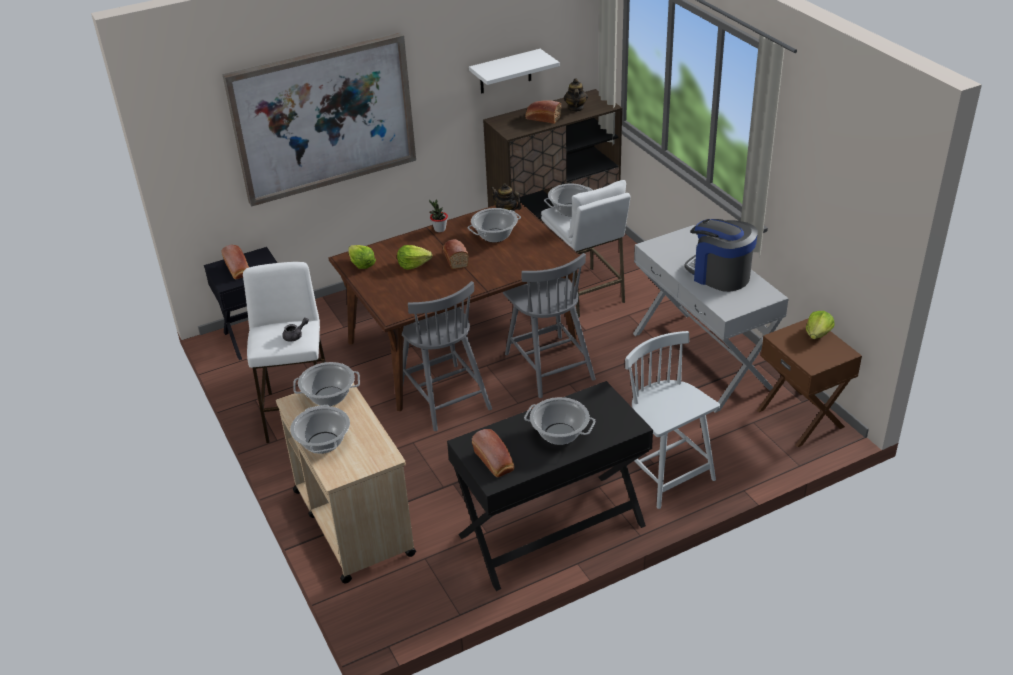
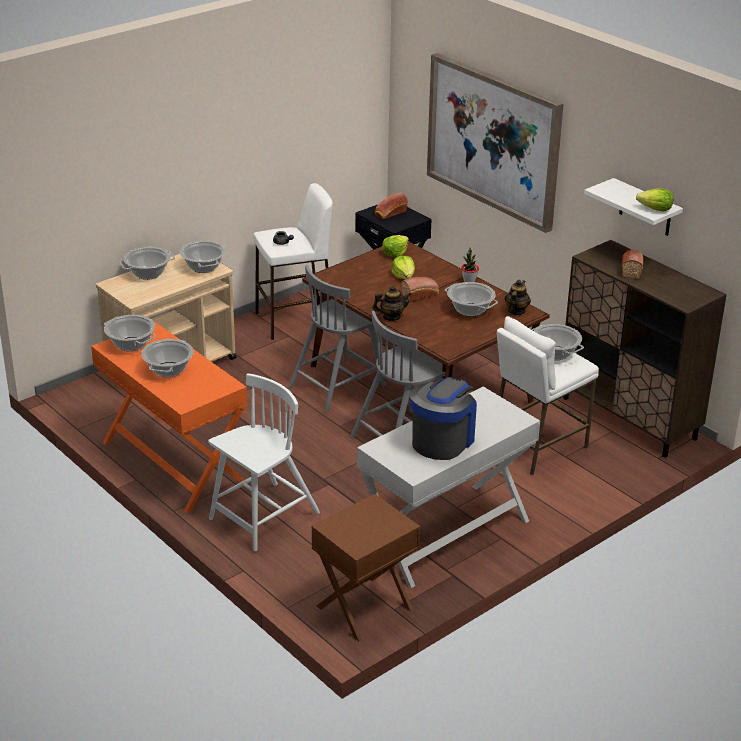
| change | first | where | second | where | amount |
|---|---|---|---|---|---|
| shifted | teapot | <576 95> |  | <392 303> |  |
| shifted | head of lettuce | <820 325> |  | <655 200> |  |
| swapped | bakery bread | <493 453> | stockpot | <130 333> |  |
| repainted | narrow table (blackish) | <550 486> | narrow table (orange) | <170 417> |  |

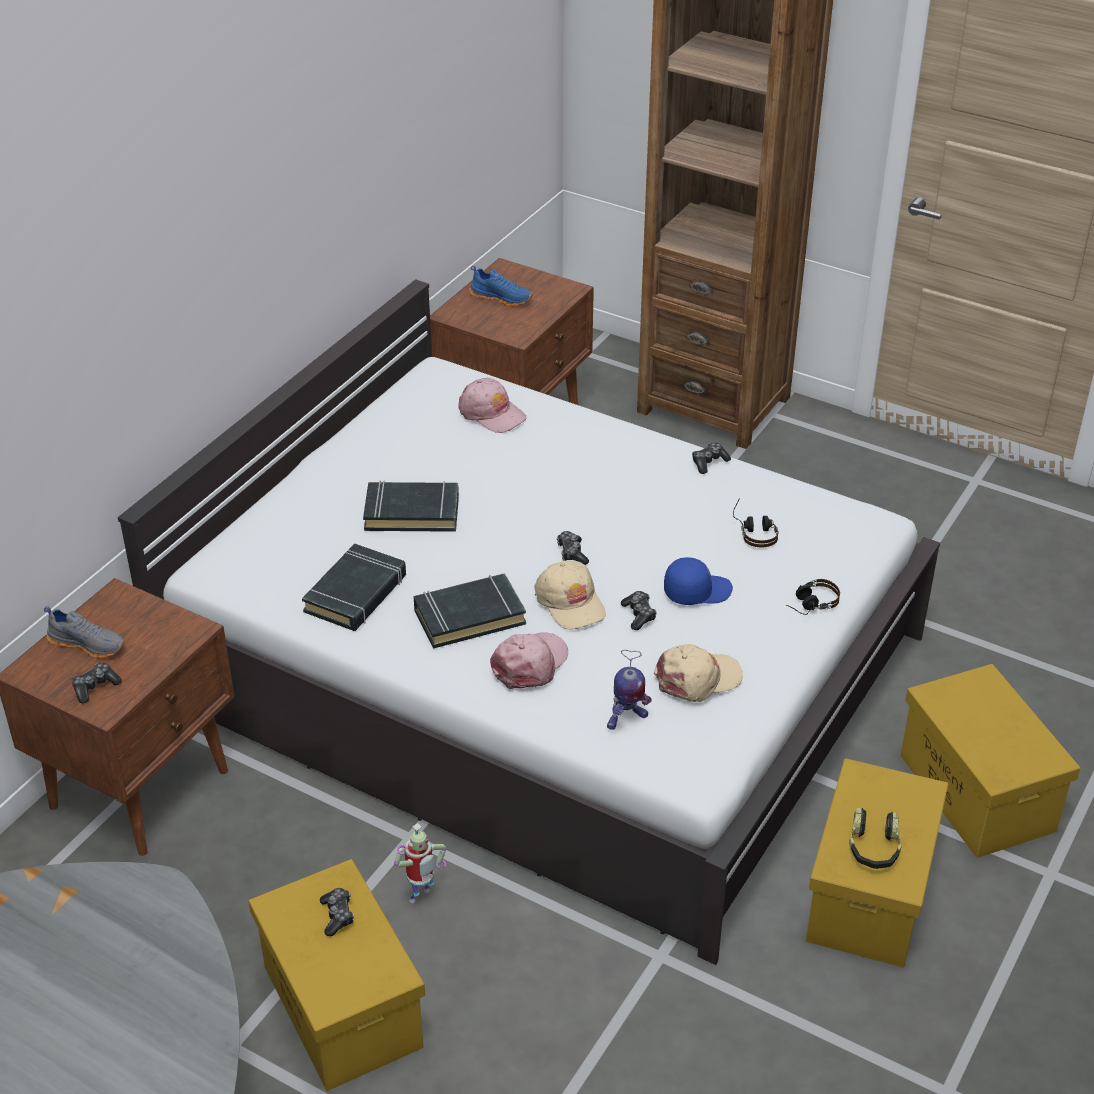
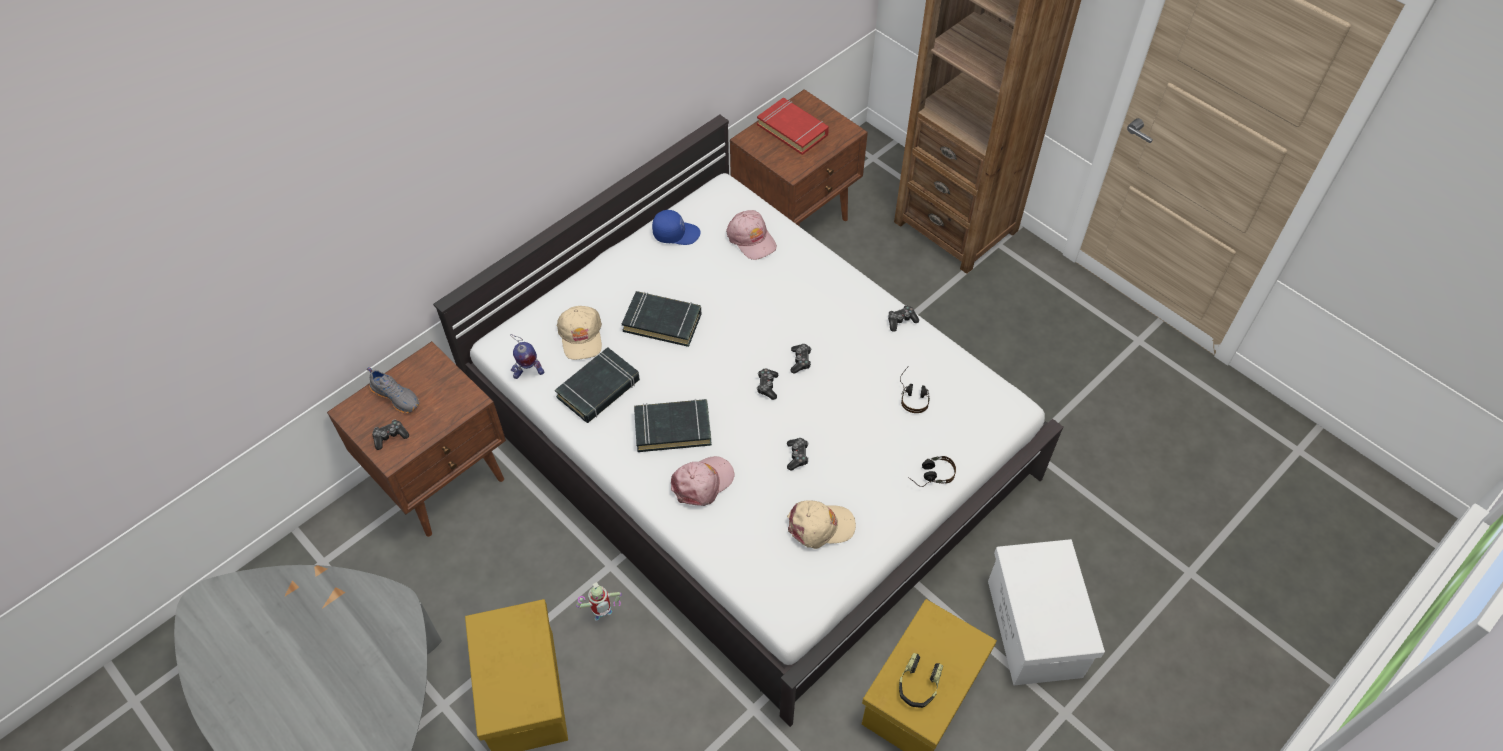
| change | first | where | second | where | amount |
|---|---|---|---|---|---|
| shifted | joypad | <337 912> |  | <800 359> |  |
| shifted | cap (beige-coloured) | <570 595> |  | <579 333> |  |
| shifted | toy robot | <629 690> |  | <527 356> |  |
| shifted | cap (blue) | <698 581> |  | <676 227> |  |
| swapped | shoe (blue) | <501 286> | bound book (red) | <793 126> |  |
| repainted | storage bin (yellow) | <990 761> | storage bin (white) | <1046 612> |  |

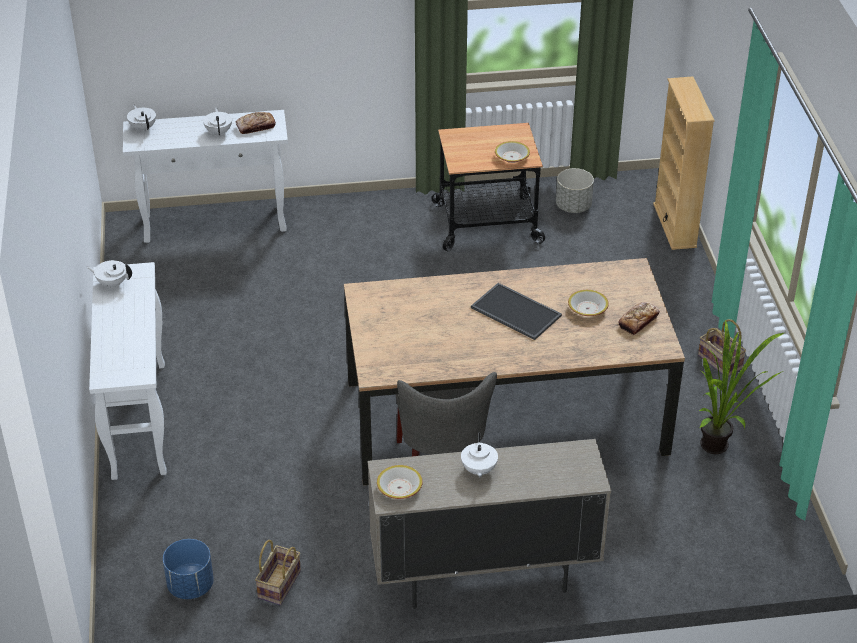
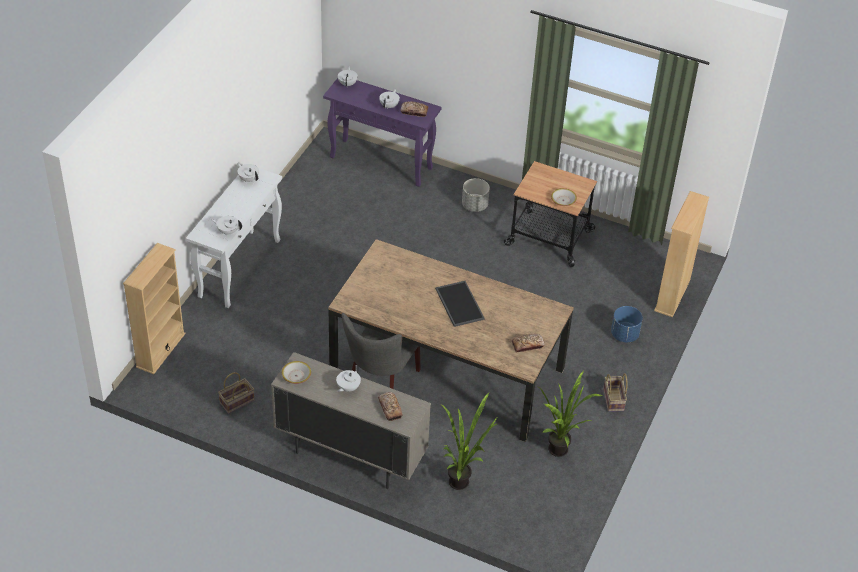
| change | first | where | second | where | amount |
|---|---|---|---|---|---|
| gone | serving bowl | <588 303> |  |  |  |
| new |  |  | bookcase (beige-coloured) | <154 308> |  |
| new |  |  | teapot (white) | <226 225> |  |
| new |  |  | bakery bread | <390 406> |  |
| new |  |  | houseplant | <470 441> |  |
| shifted | plant pot (blue) | <188 569> |  | <627 324> |  |
| shifted | plant pot (grey) | <575 190> |  | <476 195> |  |
| repainted | narrow table (white) | <205 176> | narrow table (purplish) | <382 132> |  |

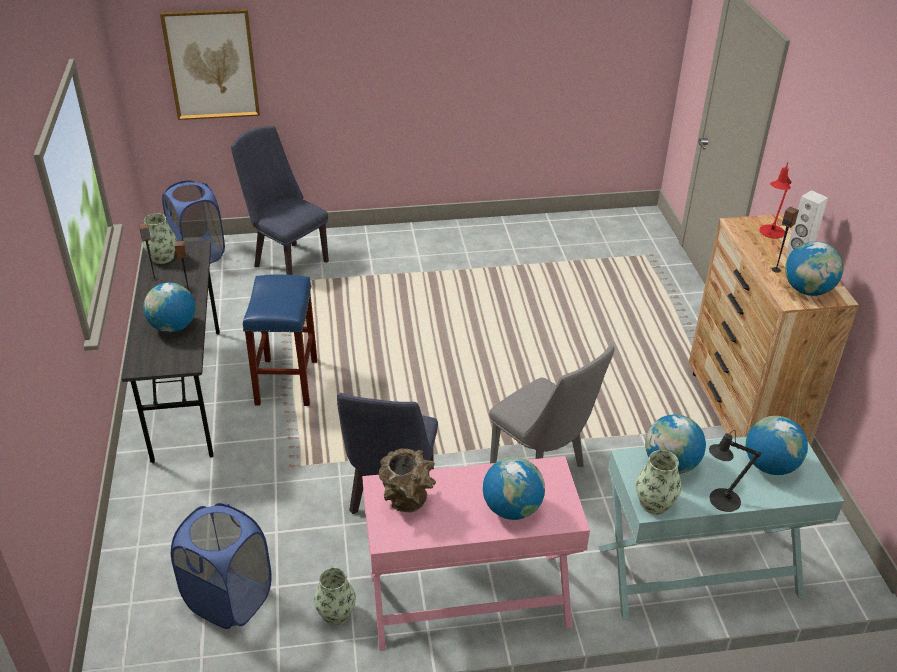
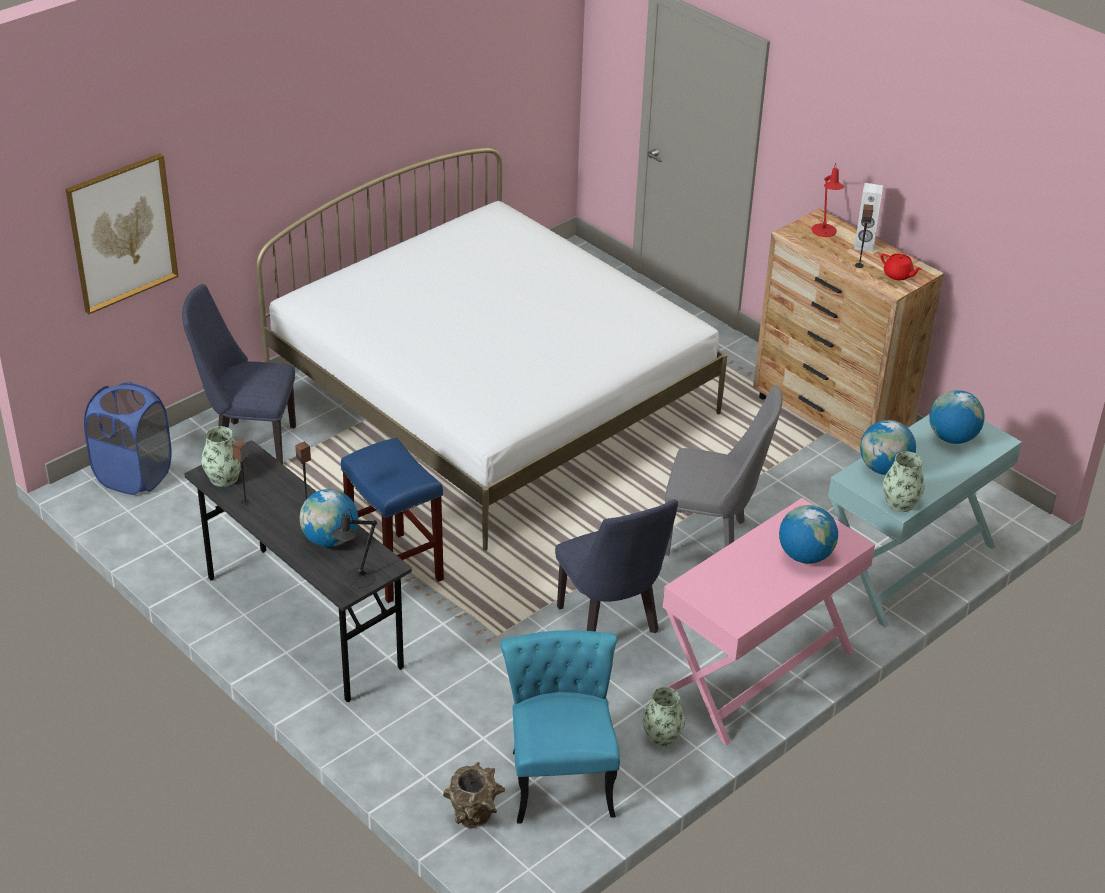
| change | first | where | second | where | amount |
|---|---|---|---|---|---|
| new |  |  | bedroom bed (white) | <492 349> |  |
| shifted | flower vase (brown-coloured) | <407 480> |  | <474 795> |  |
| shifted | table lamp (blackish) | <735 471> |  | <354 549> |  |
| swapped | hamper (blue) | <221 566> | chair (turquoise-coloured) | <560 726> |  |
| swapped | globe | <814 268> | teapot (red) | <901 267> |  |

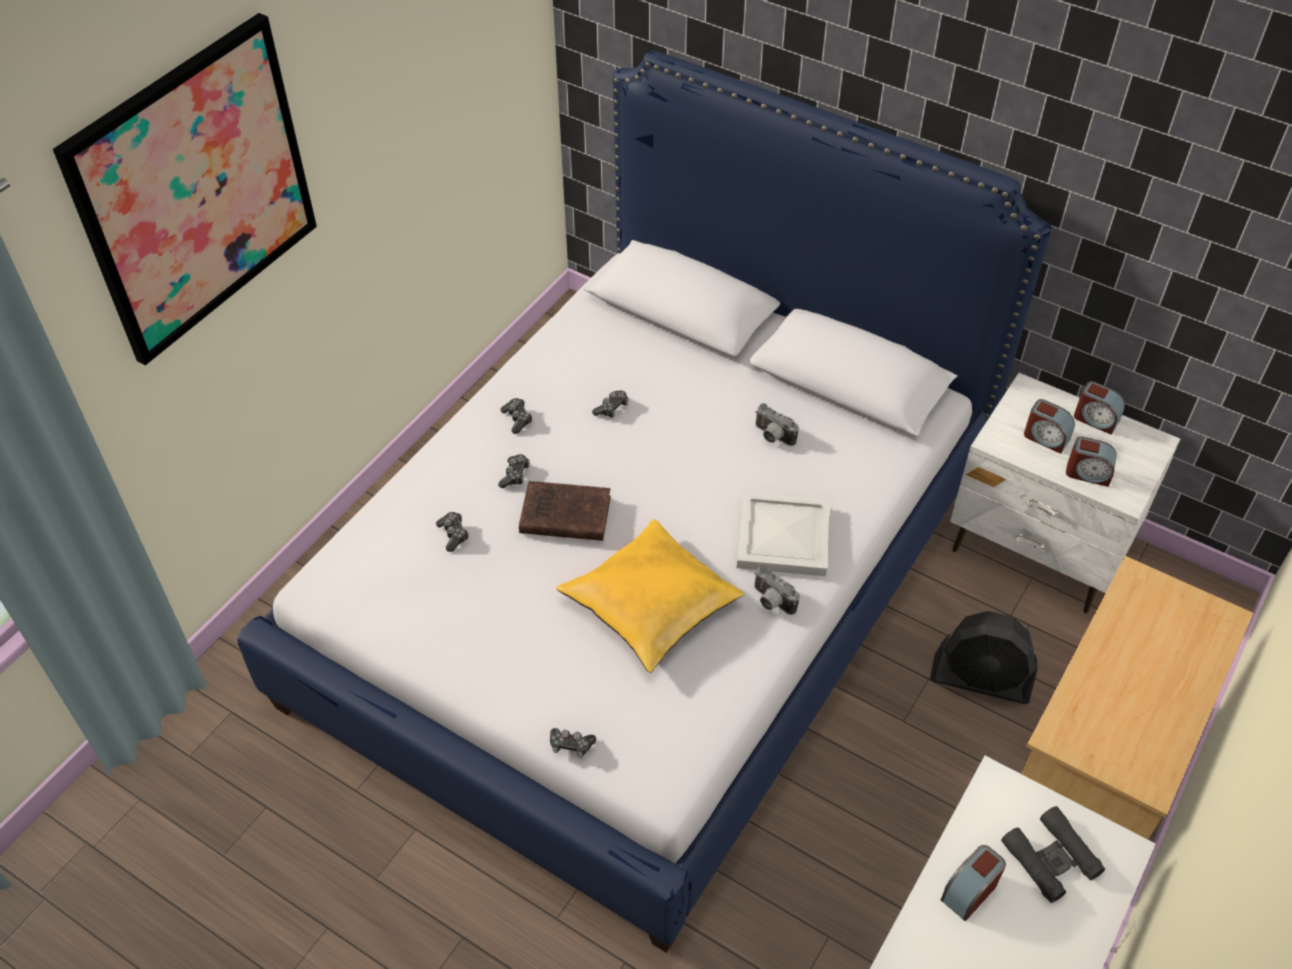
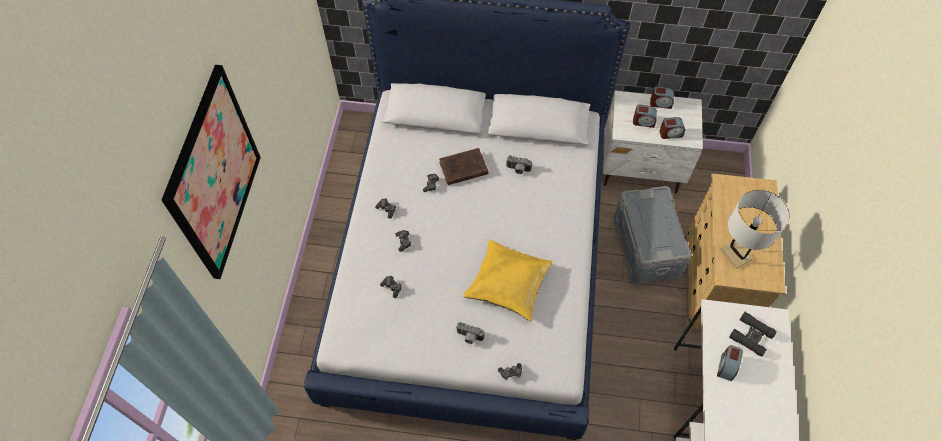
| change | first | where | second | where | amount |
|---|---|---|---|---|---|
| gone | carrying tray (white) | <783 534> |  |  |  |
| new |  |  | table lamp (white) | <755 229> |  |
| shifted | bound book (brown-coloured) | <565 511> |  | <463 166> |  |
| shifted | photo camera | <777 590> |  | <470 333> |  |
| swapped | electric fan (blackish) | <984 657> | storage bin (grey) | <653 235> |  |

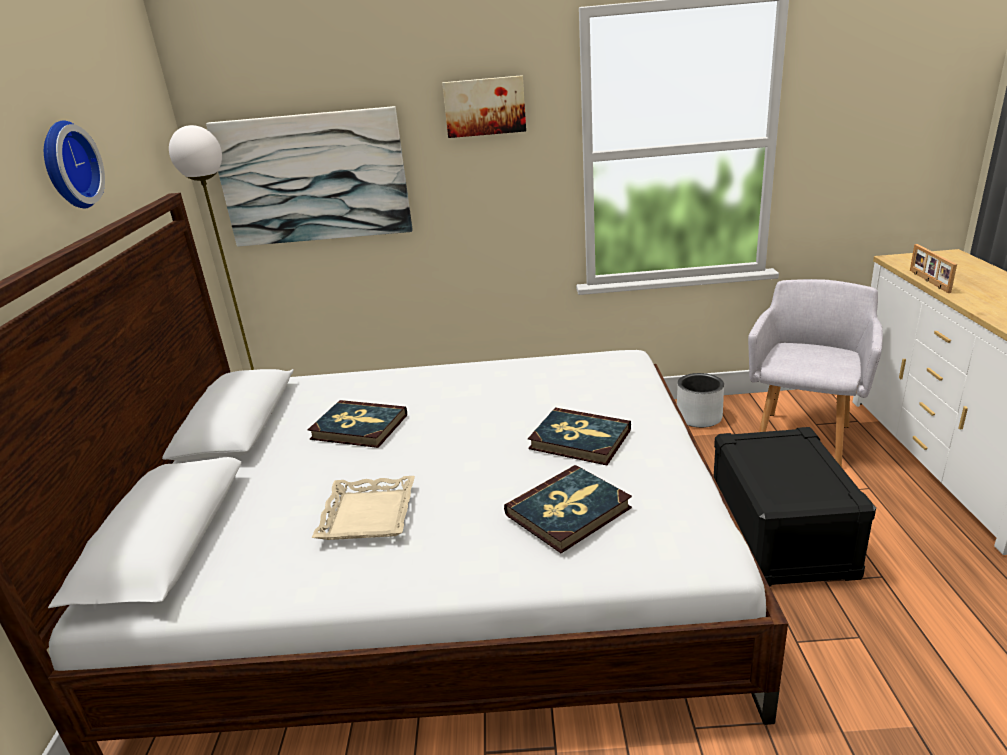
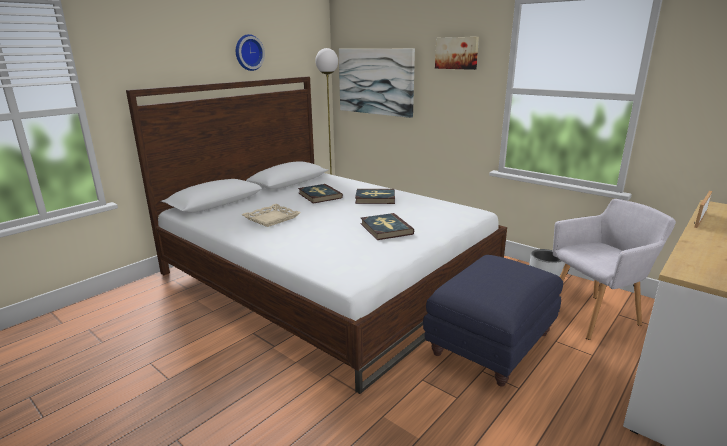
| change | first | where | second | where | amount |
|---|---|---|---|---|---|
| shifted | bound book | <568 509> |  | <375 196> |  |
| swapped | storage bin (blackish) | <795 507> | ottoman (blue) | <493 321> |  |

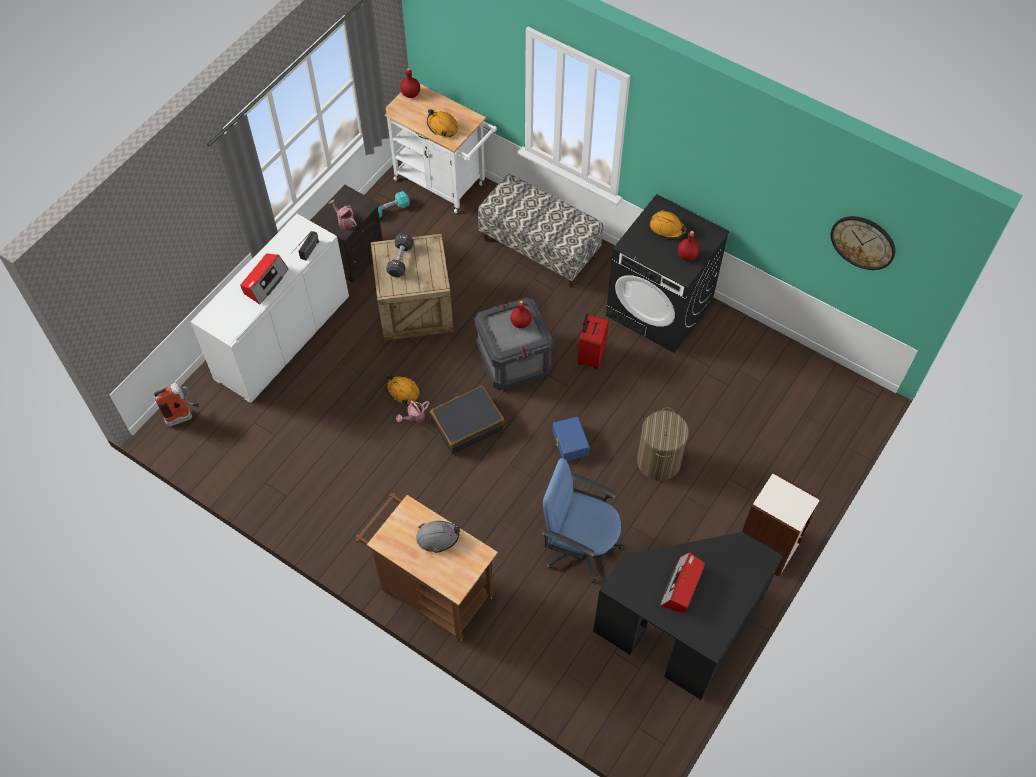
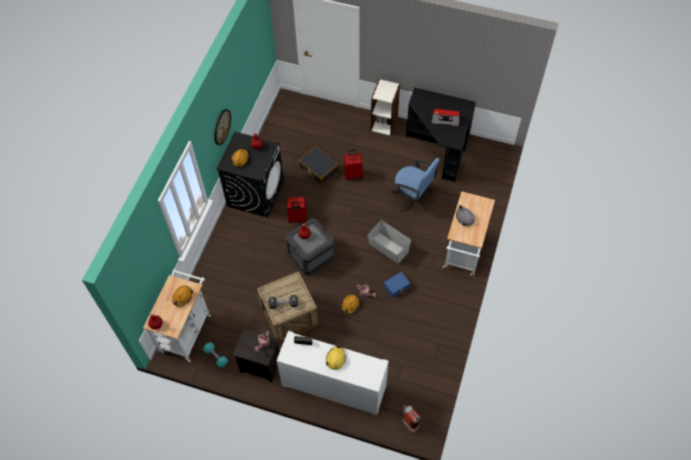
| change | first | where | second | where | amount |
|---|---|---|---|---|---|
| gone | indoor bench | <540 231> |  |  |  |
| new |  |  | storage bin (grey) | <389 242> |  |
| shifted | travel case (blackish) | <467 420> |  | <319 165> |  |
| shifted | storage bin (blue) | <571 438> |  | <397 285> |  |
| shifted | wall clock | <863 243> |  | <222 127> |  |
| swapped | radio receiver | <264 279> | work helmet (yellow) | <336 357> |  |
| swapped | hamper | <663 444> | travel case (red) | <353 164> |  |
| repainted | cart (brown-coloured) | <426 568> | cart (white) | <469 233> |  |
| rotated | desk chair (blue) | <583 520> |  | <415 185> | 60 degrees counterclockwise |

